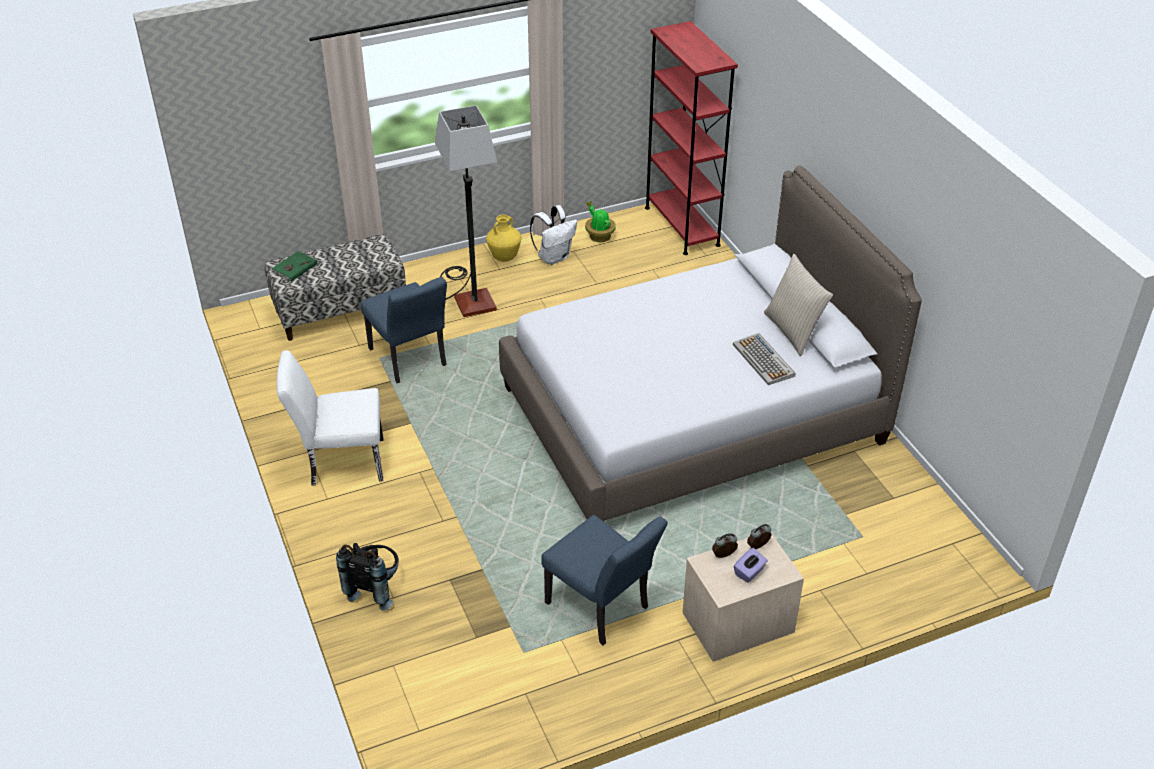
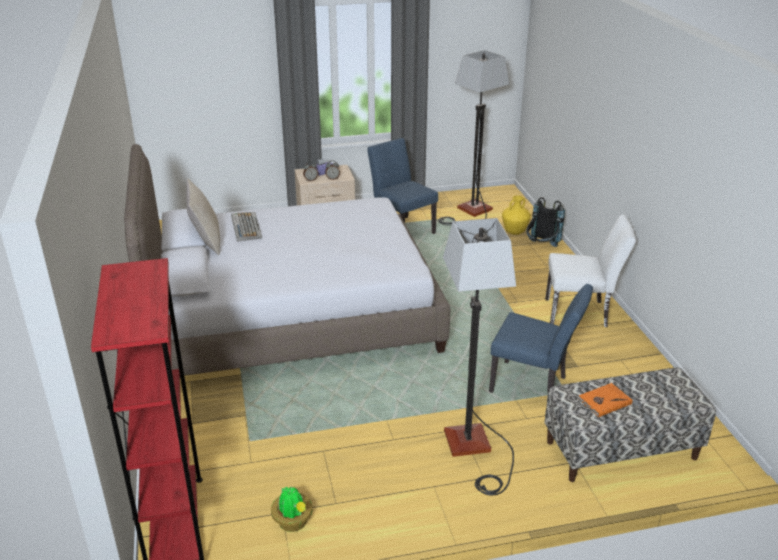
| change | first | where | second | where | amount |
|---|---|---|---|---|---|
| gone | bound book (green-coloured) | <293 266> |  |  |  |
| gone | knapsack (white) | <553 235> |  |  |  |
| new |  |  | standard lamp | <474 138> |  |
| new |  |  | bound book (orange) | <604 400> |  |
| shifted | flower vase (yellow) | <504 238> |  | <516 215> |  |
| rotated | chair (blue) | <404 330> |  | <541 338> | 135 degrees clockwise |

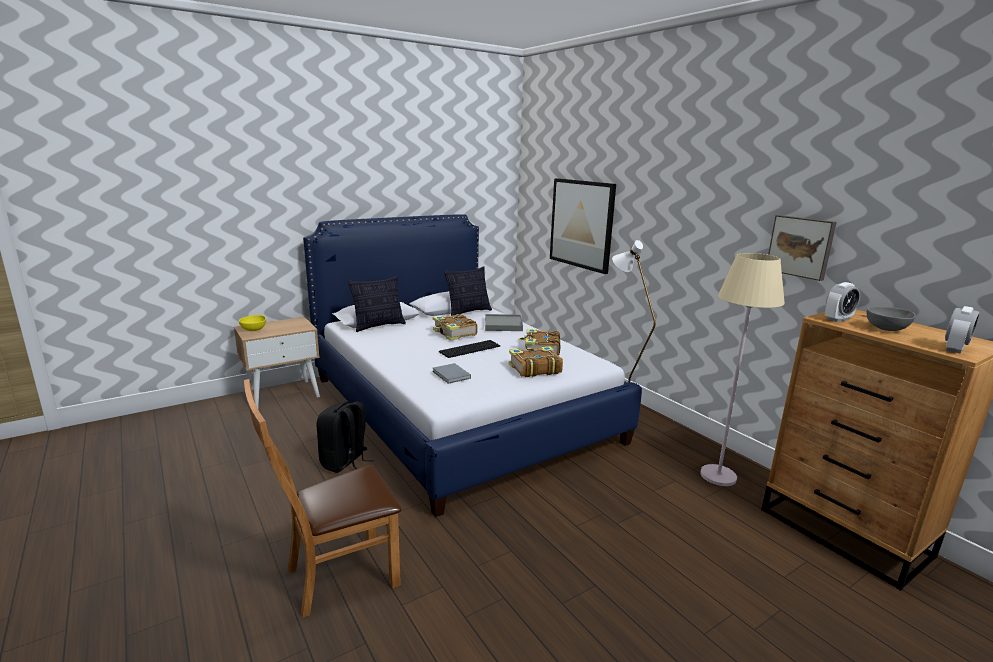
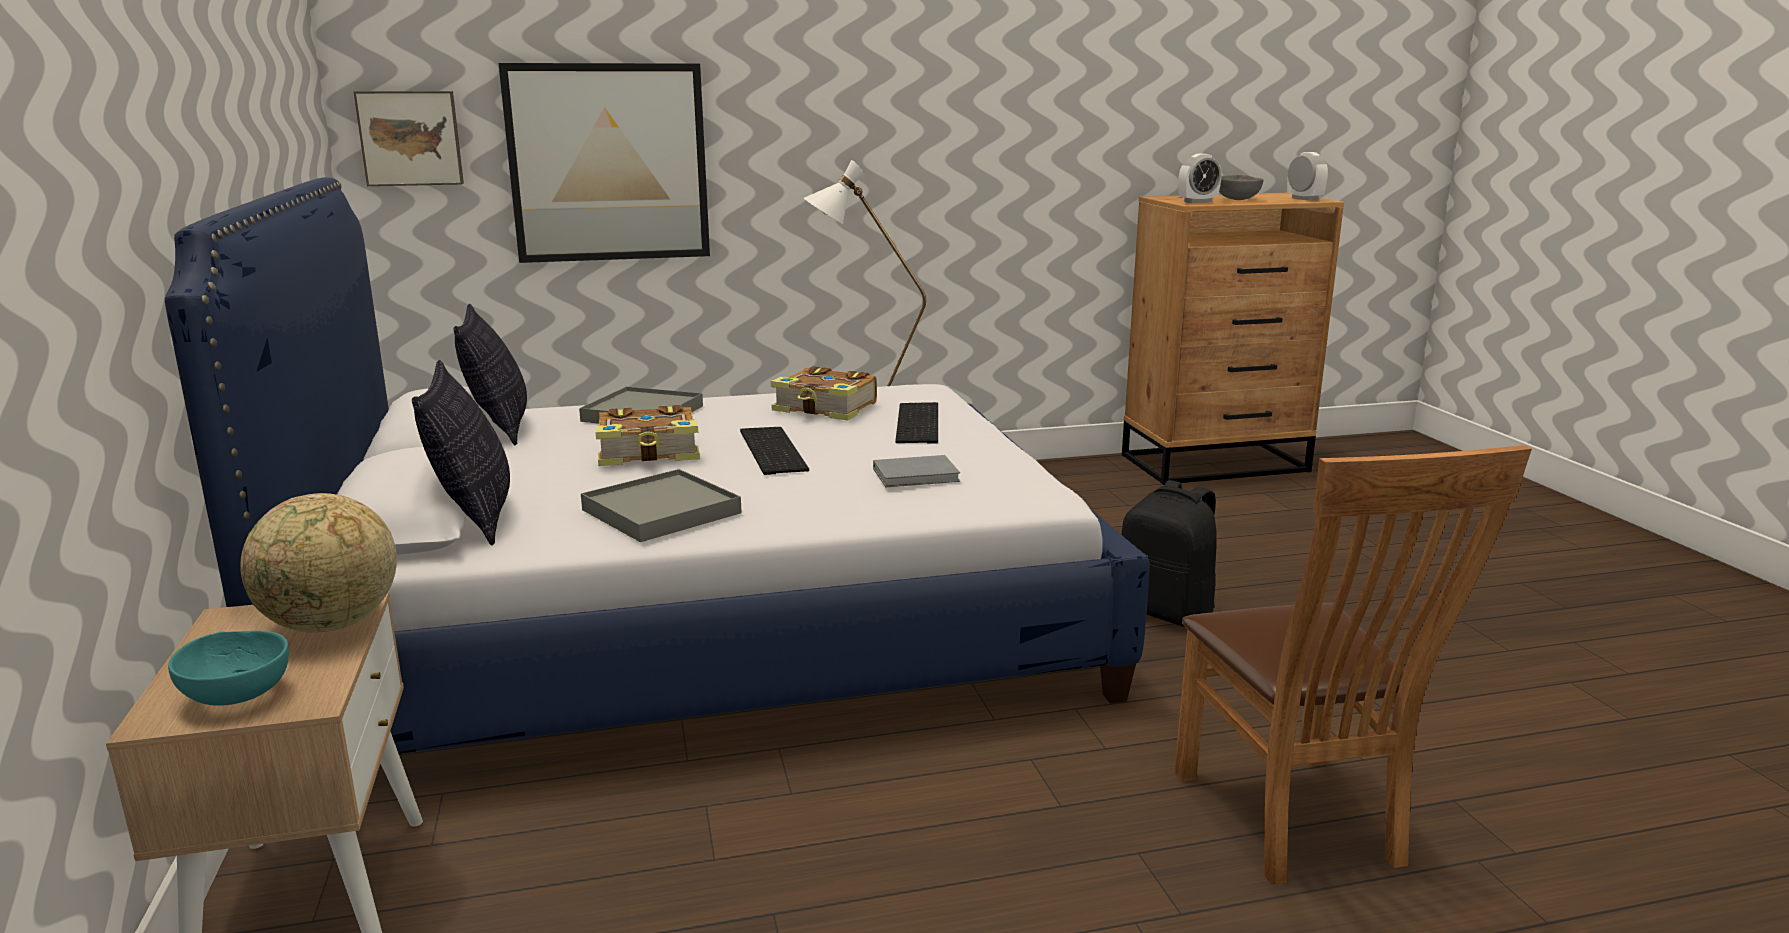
| change | first | where | second | where | amount |
|---|---|---|---|---|---|
| gone | standard lamp (beige-coloured) | <742 369> |  |  |  |
| new |  |  | globe | <318 563> |  |
| new |  |  | carrying tray (grey) | <661 505> |  |
| shifted | knapsack (blackish) | <345 437> |  | <1169 553> |  |
| shifted | wall art | <802 248> |  | <409 138> |  |
| swapped | bound book | <536 361> | PC keyboard | <916 423> |  |
| repainted | serving bowl (yellow) | <252 323> | serving bowl (turquoise-coloured) | <228 668> |  |
| rotated | table clock | <842 302> |  | <1200 178> | 75 degrees clockwise |

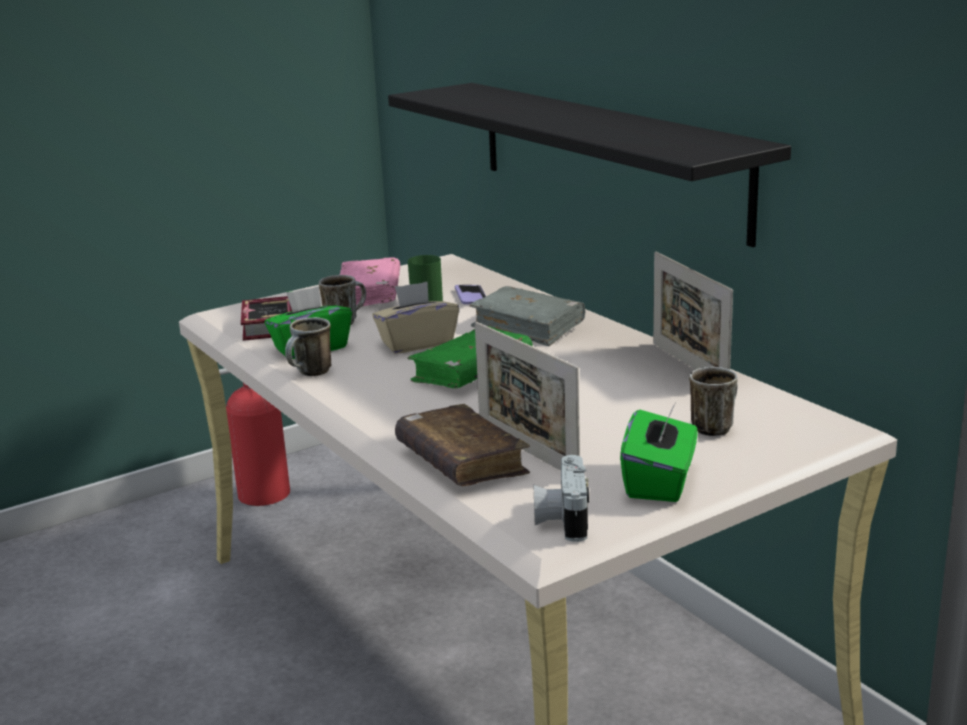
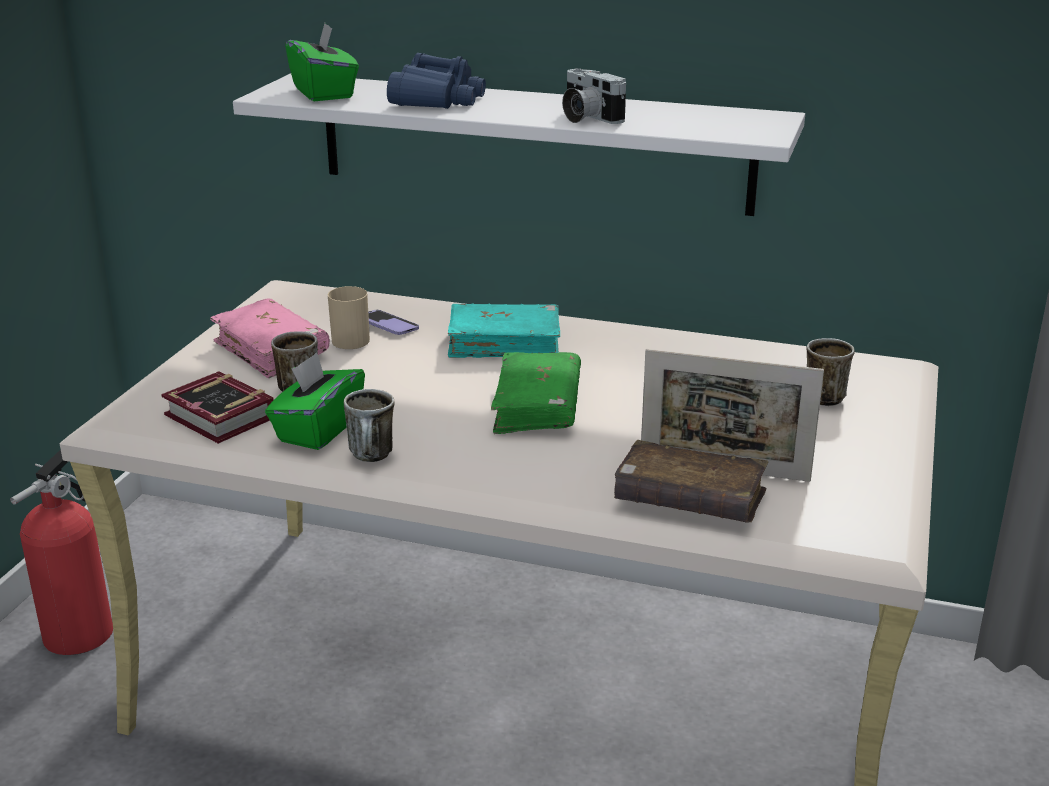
| change | first | where | second | where | amount |
|---|---|---|---|---|---|
| gone | tissue holder (beige-coloured) | <415 317> |  |  |  |
| gone | picture frame | <693 311> |  |  |  |
| new |  |  | pair of binoculars (blue) | <436 81> |  |
| shifted | photo camera | <561 498> |  | <594 96> |  |
| shifted | tissue holder (green-coloured) | <659 453> |  | <322 62> |  |
| repainted | wall shelf (blackish) | <589 165> | wall shelf (white) | <519 145> |  |
| repainted | tea mug (green-coloured) | <425 278> | tea mug (beige-coloured) | <349 317> |  |
| repainted | bound book (grey) | <527 316> | bound book (turquoise-coloured) | <504 330> |  |

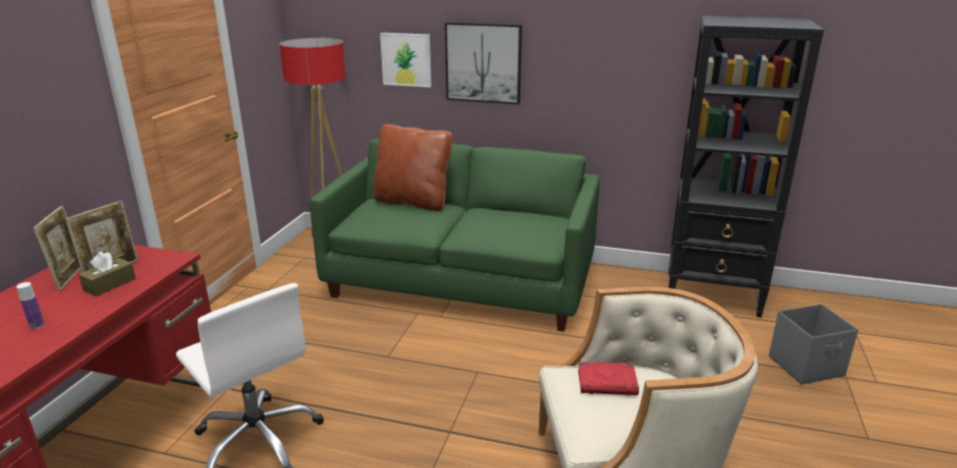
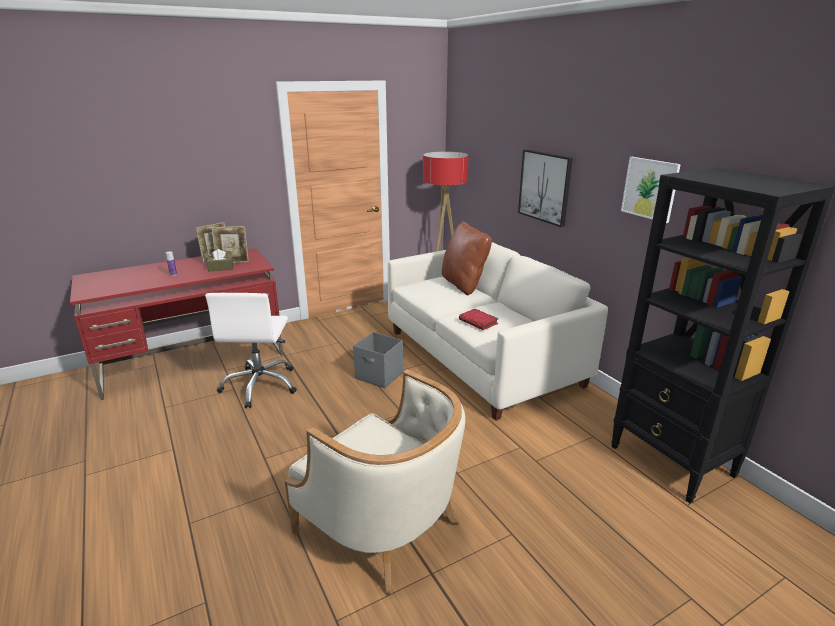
| change | first | where | second | where | amount |
|---|---|---|---|---|---|
| shifted | wall art | <405 60> |  | <651 190> |  |
| shifted | bound book (red) | <608 378> |  | <479 319> |  |
| shifted | storage bin (grey) | <813 344> |  | <378 360> |  |
| repainted | settee (green-coloured) | <455 235> | settee (white) | <498 331> |  |

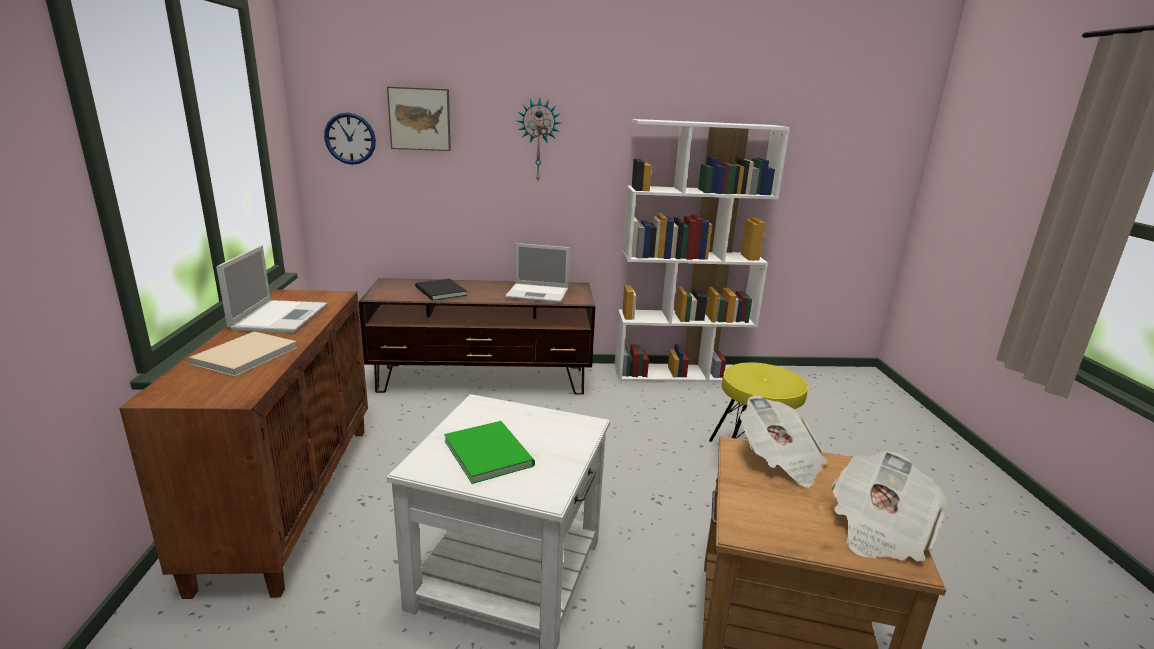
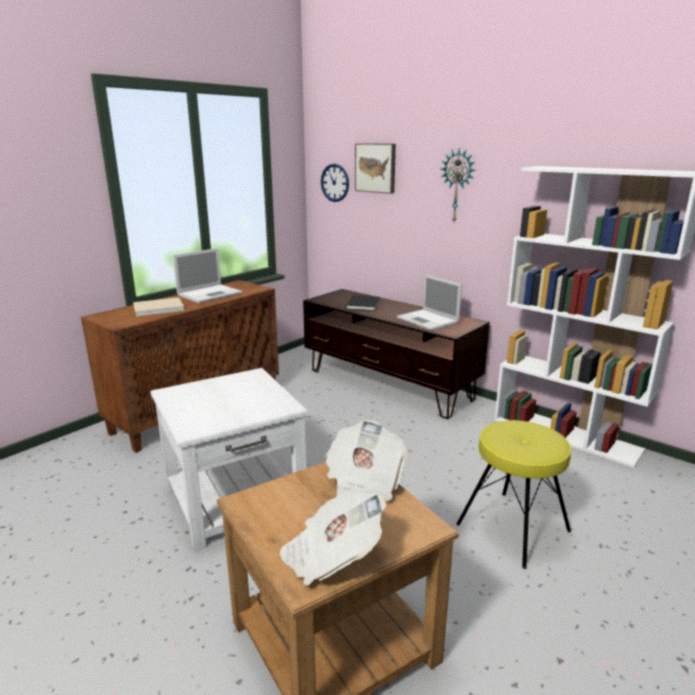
| change | first | where | second | where | amount |
|---|---|---|---|---|---|
| gone | bound book (green-coloured) | <489 452> |  |  |  |

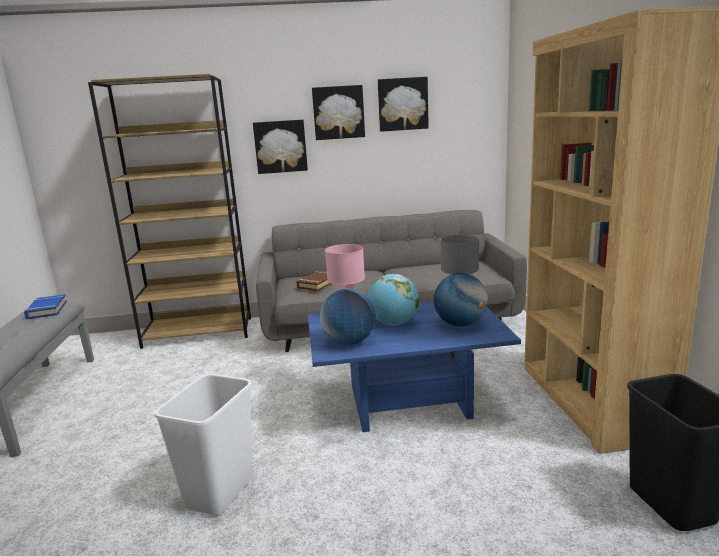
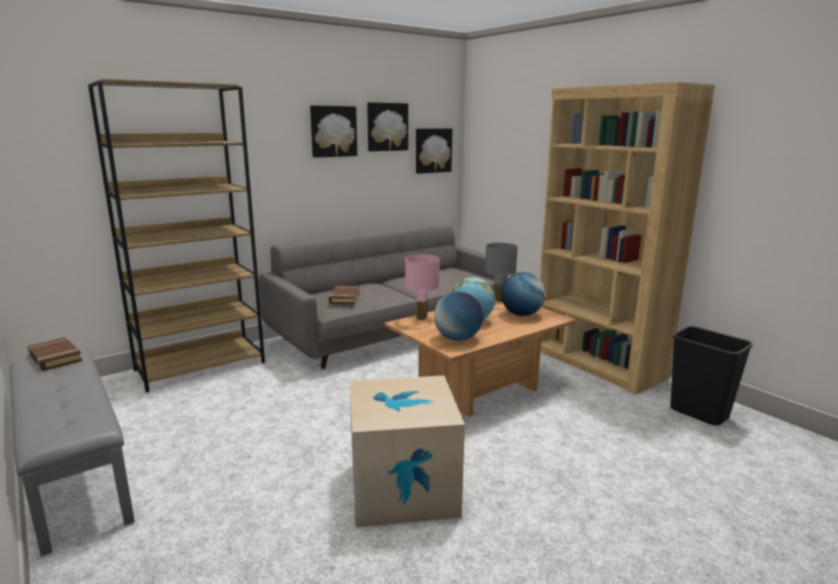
| change | first | where | second | where | amount |
|---|---|---|---|---|---|
| shifted | wall art | <280 147> |  | <434 151> |  |
| swapped | waste bin (white) | <203 444> | cardboard box | <407 451> |  |
| repainted | bound book (blue) | <45 306> | bound book (brown-coloured) | <55 354> |  |
| repainted | coffee table (blue) | <414 366> | coffee table (brown-coloured) | <480 359> |  |

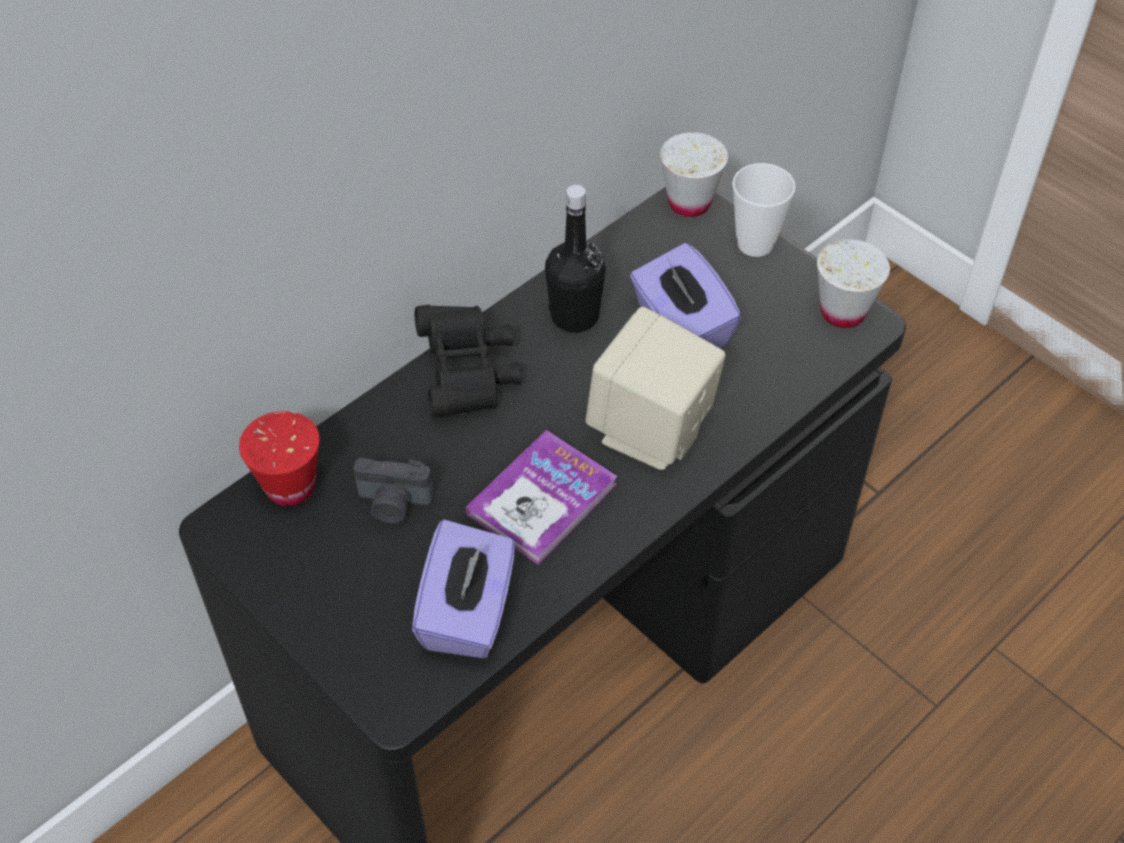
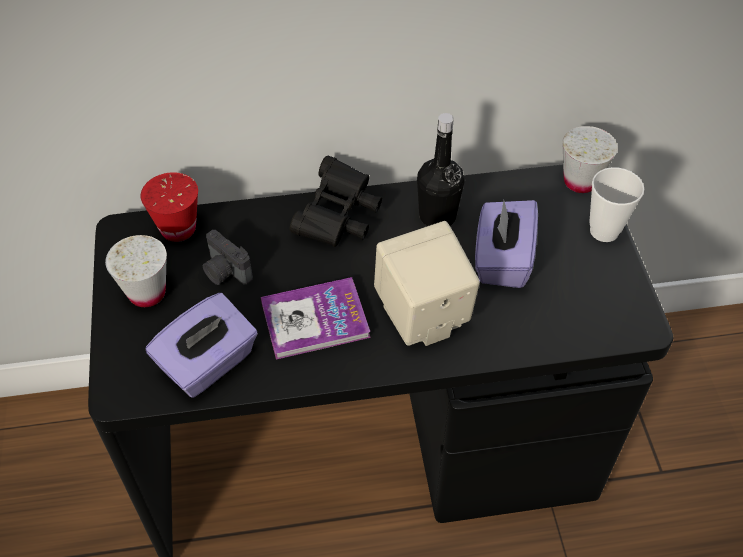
| change | first | where | second | where | amount |
|---|---|---|---|---|---|
| shifted | small cup (white) | <853 283> |  | <136 271> |  |

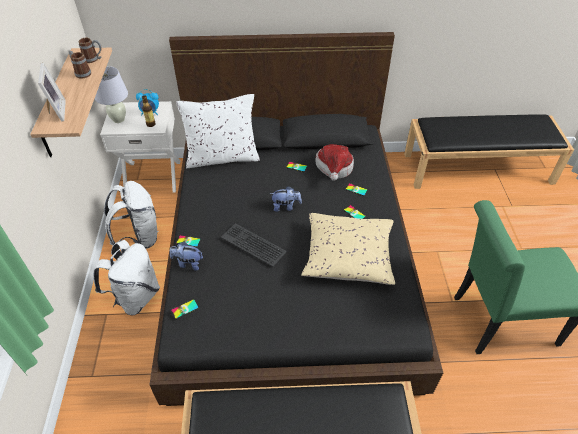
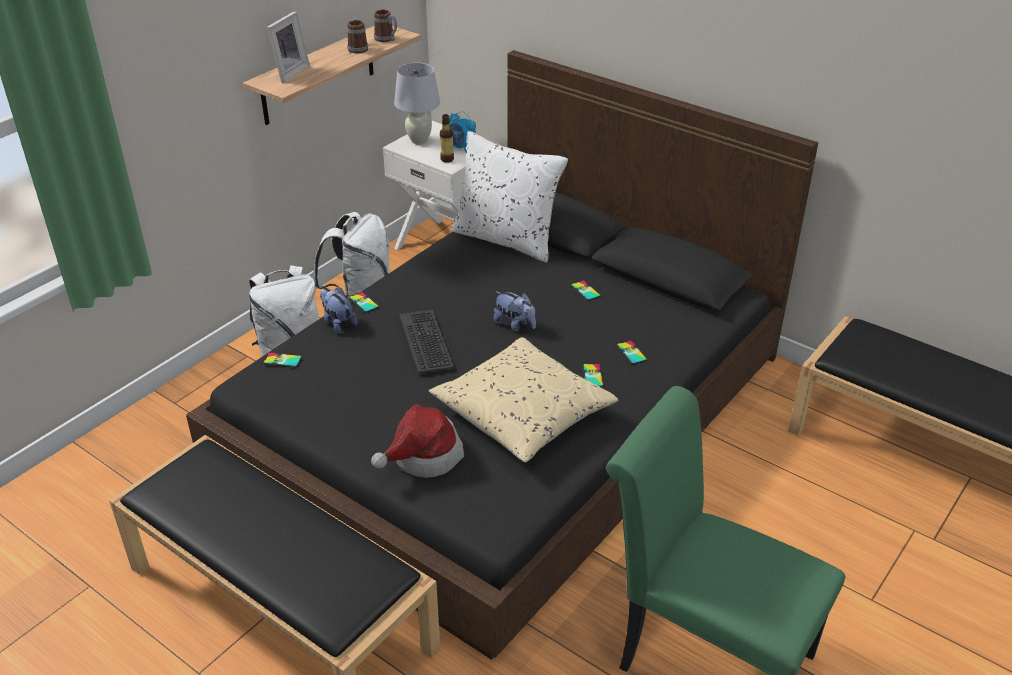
| change | first | where | second | where | amount |
|---|---|---|---|---|---|
| shifted | clothing hat | <335 162> |  | <417 441> |  |

